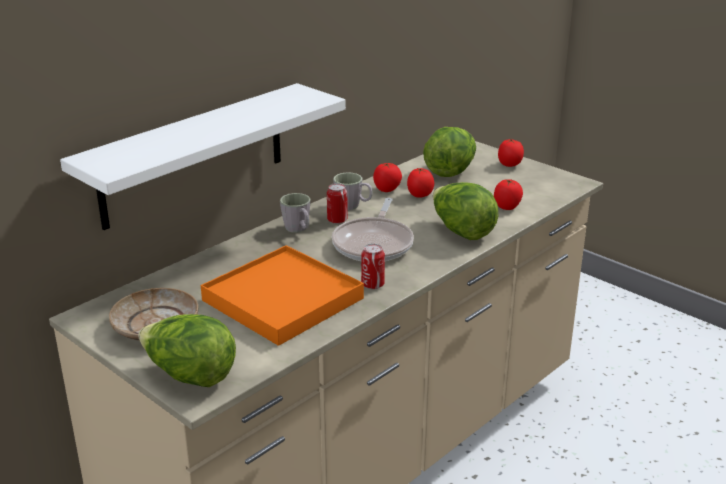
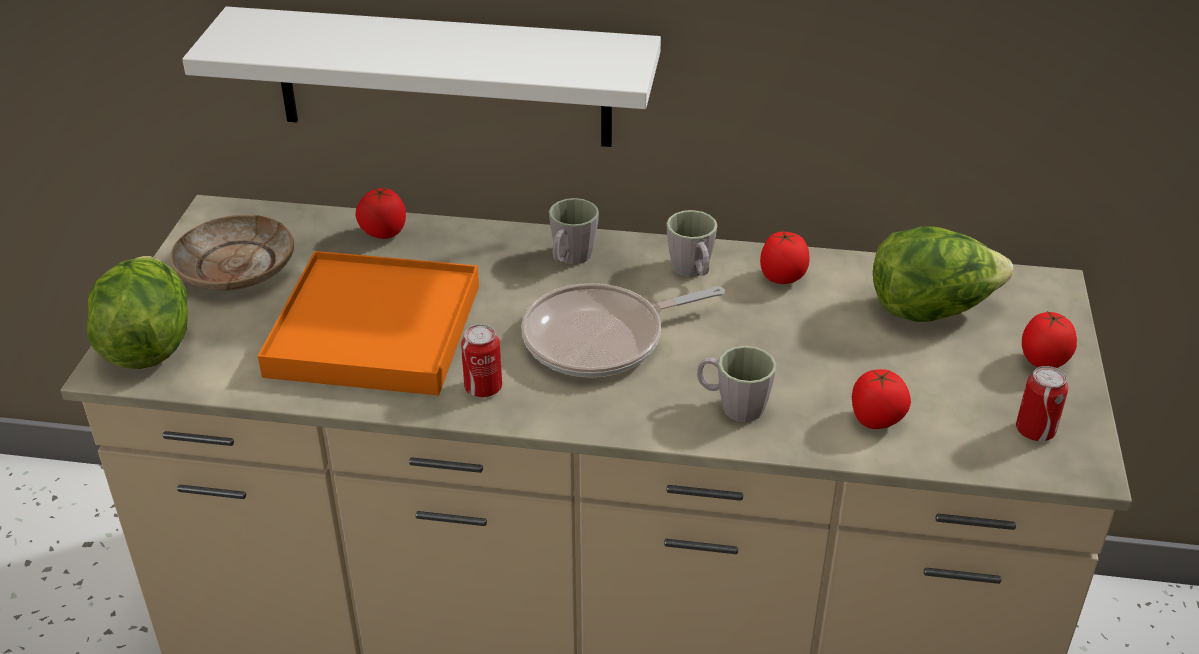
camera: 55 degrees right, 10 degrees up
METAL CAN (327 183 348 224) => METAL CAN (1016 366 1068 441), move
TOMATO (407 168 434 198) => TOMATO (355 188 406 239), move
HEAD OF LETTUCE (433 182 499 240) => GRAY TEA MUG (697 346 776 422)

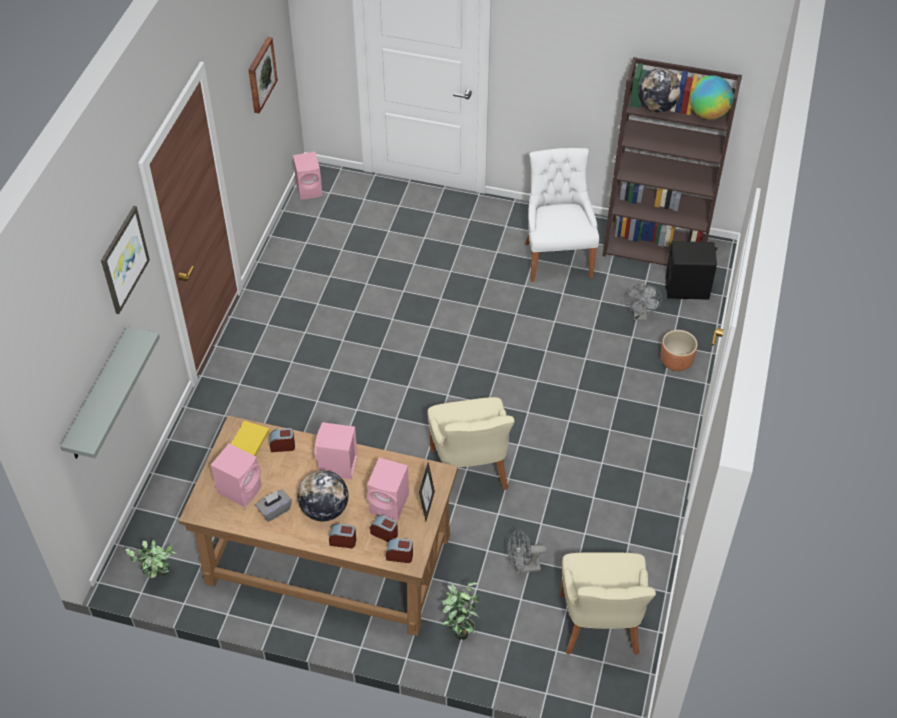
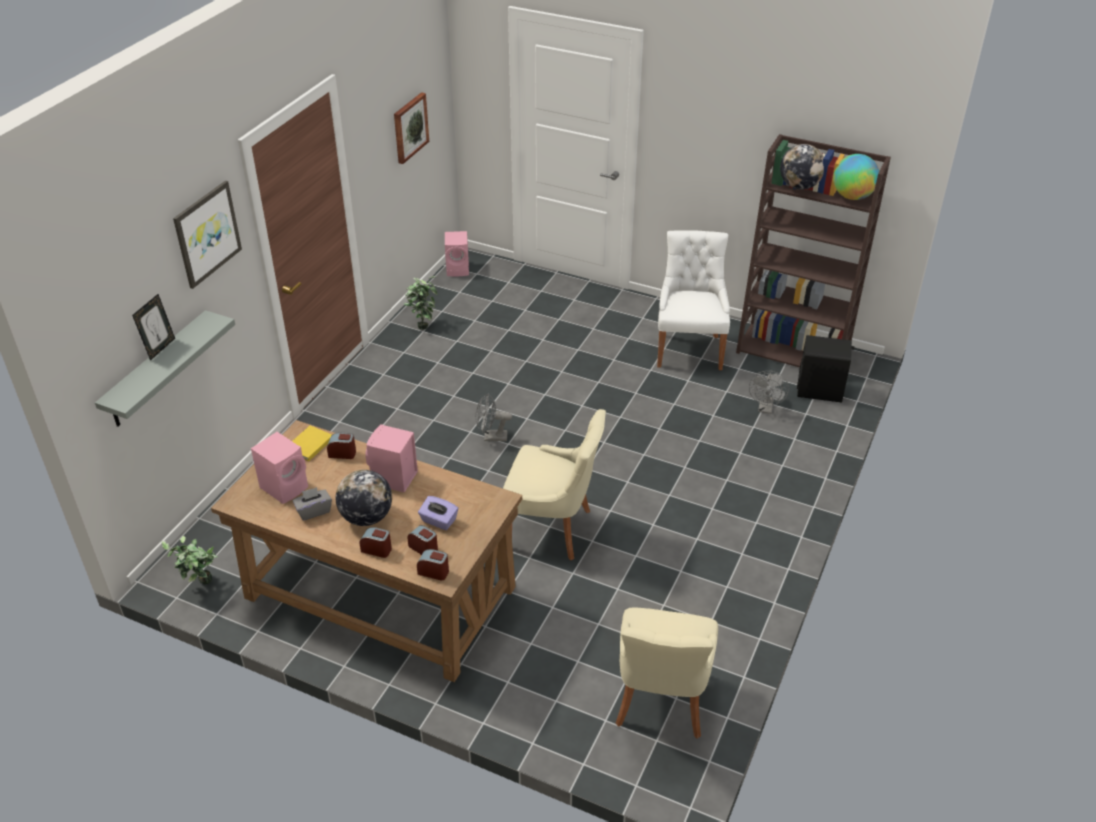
camera: 10 degrees right, 10 degrees down
BROWNISH FLOWER POT (661 330 697 371) => nothing
STANDING FRAME (419 463 435 520) => STANDING FRAME (132 294 175 361), move
PLANT IN A POT (442 582 480 640) => PLANT IN A POT (404 276 438 329), move
GRAY COOLING FAN (508 529 547 574) => GRAY COOLING FAN (475 393 512 441), move
PINK-COLOURED SPEAKER (367 458 409 520) => PURPLISH TISSUE HOLDER (418 496 458 530)
SAND-COLOURED PLAIN CHAIR (428 397 515 490) => SAND-COLOURED PLAIN CHAIR (503 409 606 560), 75 degrees counterclockwise

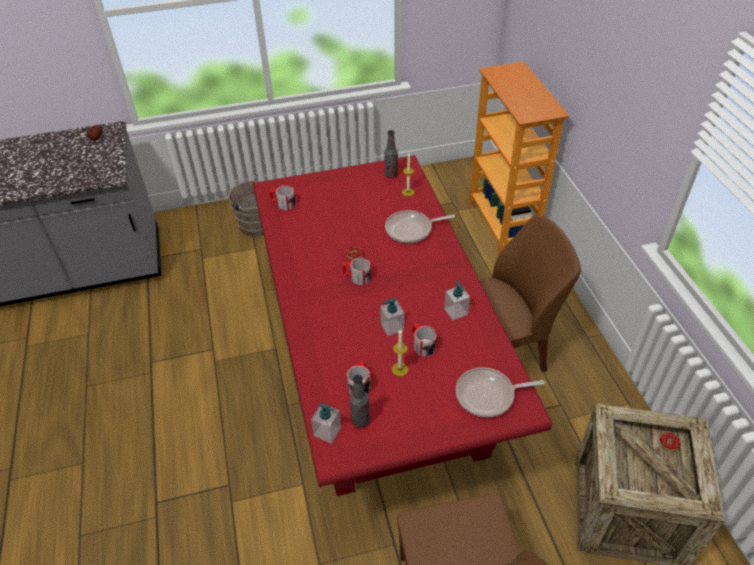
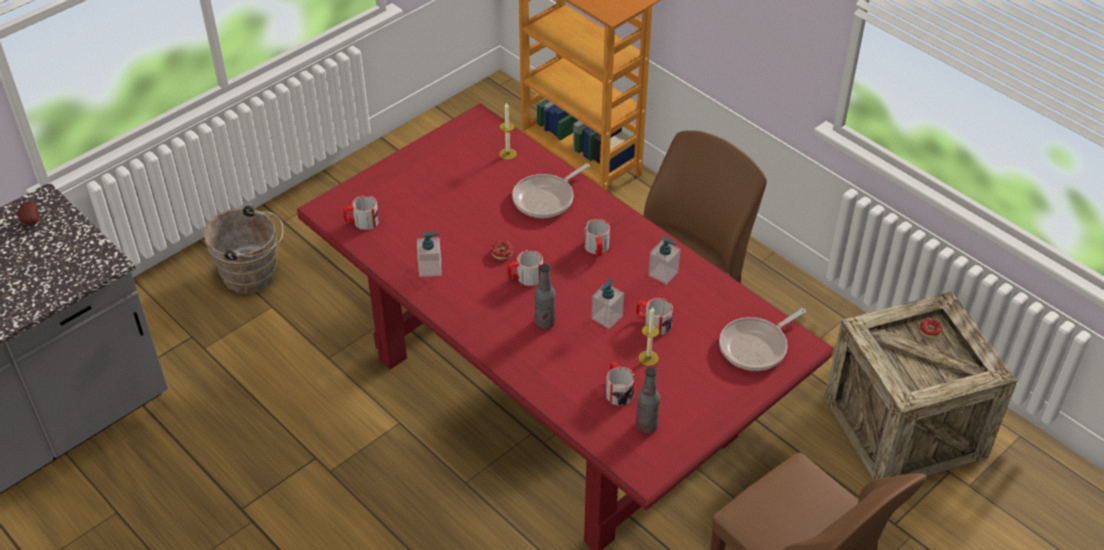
camera: 30 degrees left, 0 degrees up
nothing => TEA MUG (584 219 610 256)
LIQUID SOAP BOTTLE (311 403 341 444) => LIQUID SOAP BOTTLE (417 232 441 277), move
DRINK BOTTLE (385 130 398 178) => DRINK BOTTLE (535 264 556 329), move

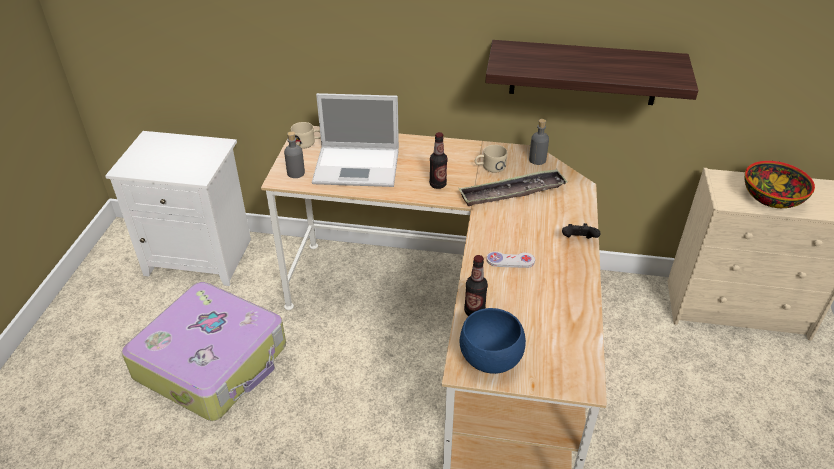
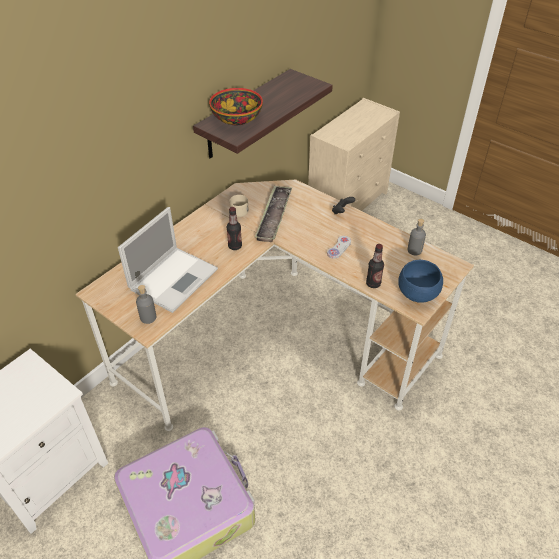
camera: 60 degrees left, 5 degrees up
SAND-COLOURED TEA MUG (291 122 321 149) => nothing
GRAY DRINK BOTTLE (529 119 549 165) => GRAY DRINK BOTTLE (407 219 426 255), move
BOWL (745 161 815 208) => BOWL (209 88 263 125), move

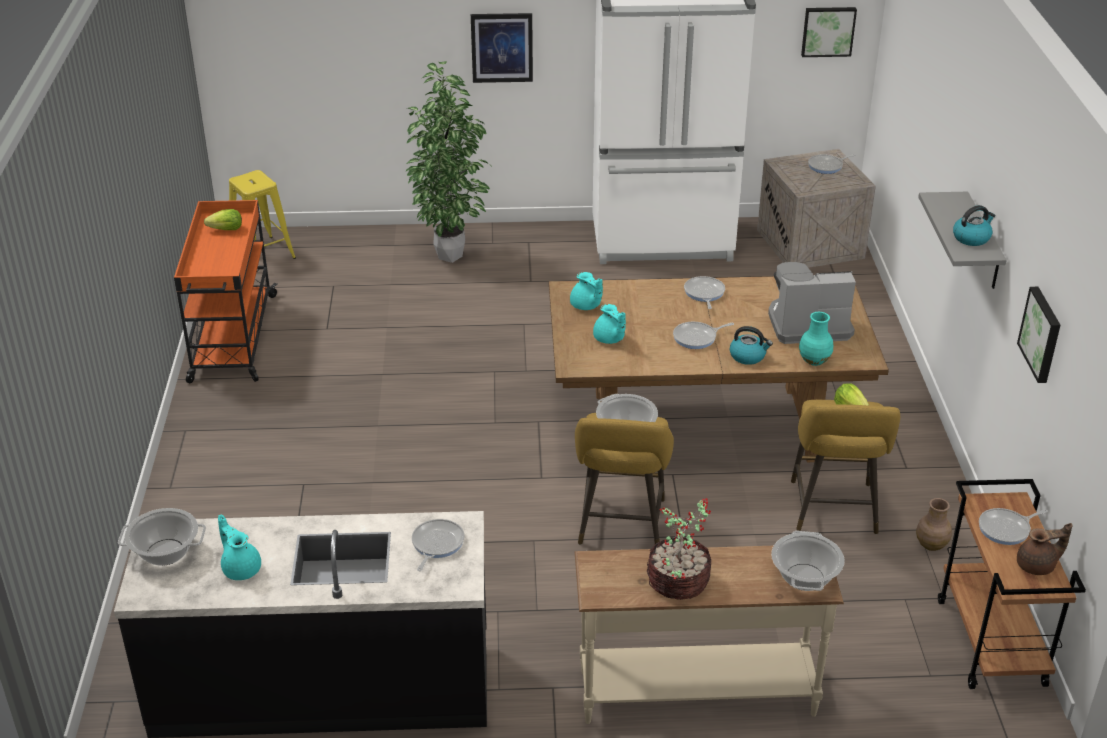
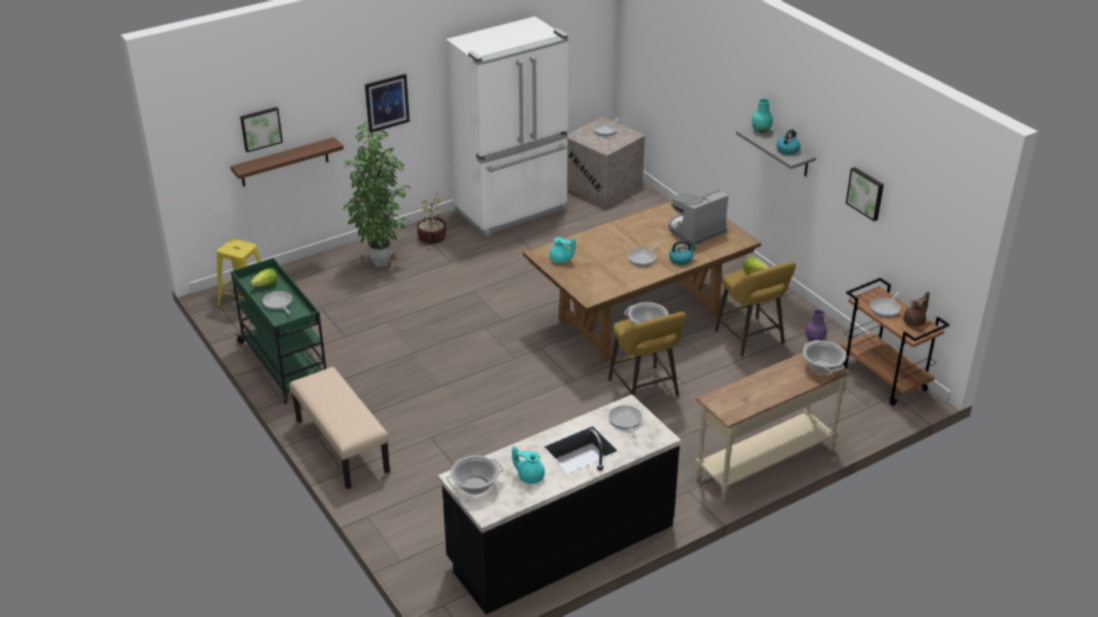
camera: 30 degrees left, 0 degrees up
BLUE-GREEN TEA POT (593 304 626 344) => nothing
nothing => BROWNISH BRACKET SHELF (230 137 344 187)
nothing => SAND-COLOURED BENCH (289 367 390 489)
PLANT IN A POT (647 498 711 600) => PLANT IN A POT (417 193 446 244), move
FRYING PAN (684 276 725 309) => FRYING PAN (262 291 292 314), move
BLUE-GREEN FLOWER VASE (799 312 833 366) => BLUE-GREEN FLOWER VASE (752 98 773 133), move
WALL PICTURE (801 7 857 57) => WALL PICTURE (240 107 283 153), move
ORANGE TROLLEY (174 200 278 383) => GREEN TROLLEY (231 258 326 404)
BROWNISH FLOWER VASE (916 498 952 551) => PURPLISH FLOWER VASE (805 309 827 341)

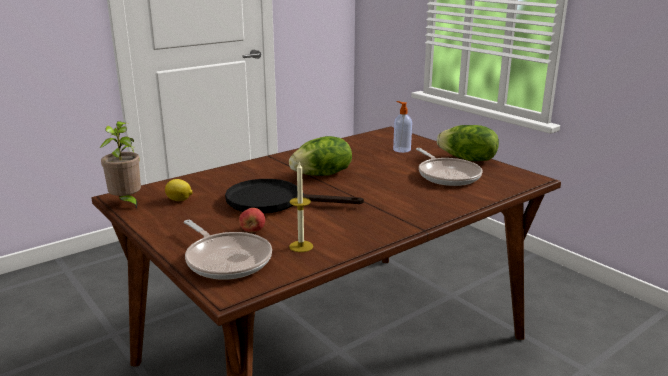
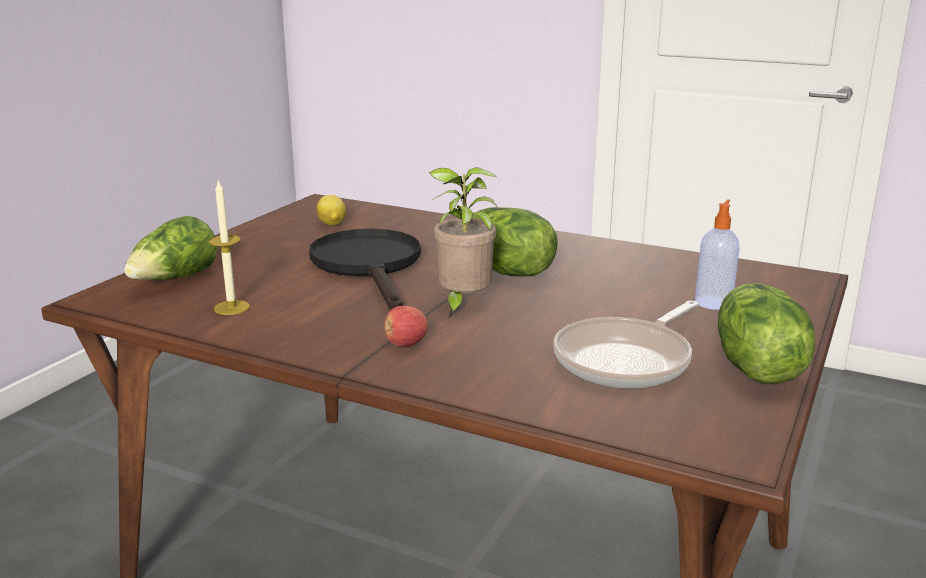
camera: 65 degrees right, 0 degrees up
PLANT IN A POT (100 121 141 209) => PLANT IN A POT (429 167 498 317), move
WHOLE APPLE (239 208 265 233) => WHOLE APPLE (384 306 428 347), move
FRYING PAN (184 220 272 280) => HEAD OF LETTUCE (124 215 217 280)

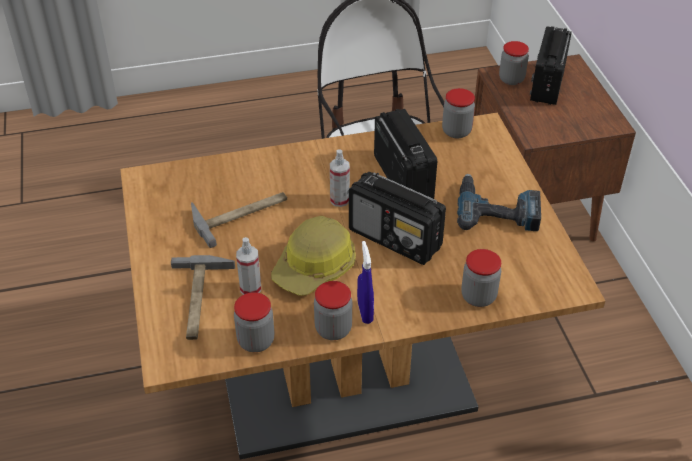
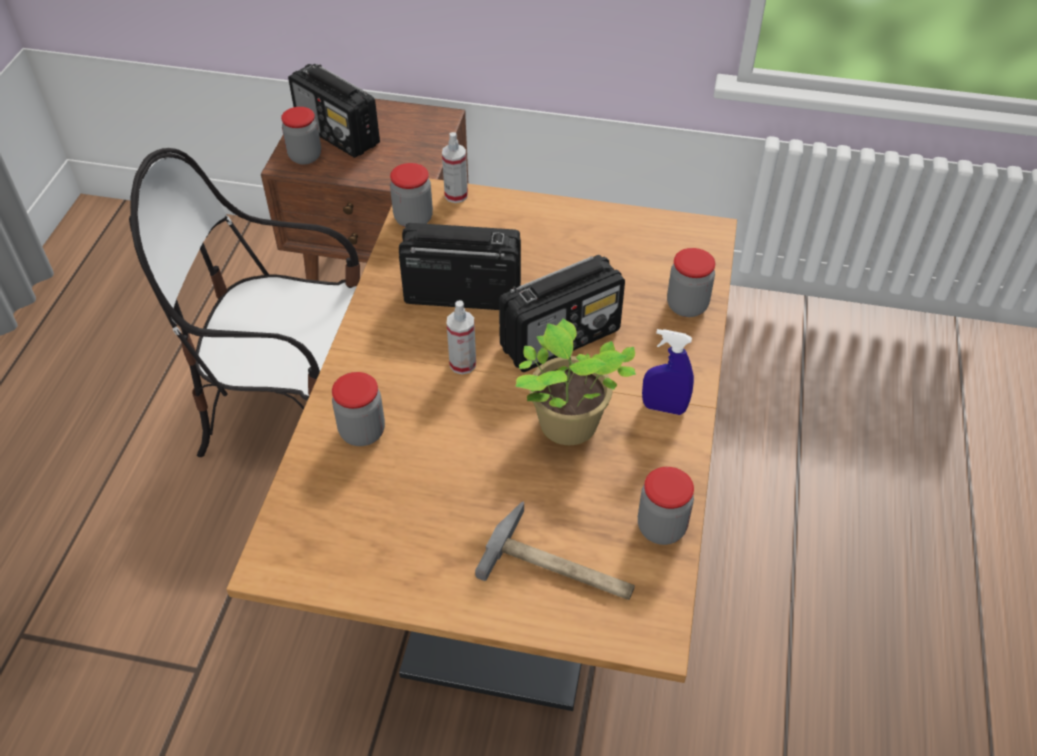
camera: 65 degrees left, 5 degrees up
HAND HAMMER (191 192 287 248) => nothing
ELECTRIC DRILL (457 174 541 231) => nothing
HAND SPRAYER (236 237 261 295) => HAND SPRAYER (442 132 468 203), move
PRESERVE JAR (314 281 352 340) => PRESERVE JAR (332 372 385 446), move
SAFETY HELMET (271 216 356 296) => PLANT IN A POT (516 318 636 445)

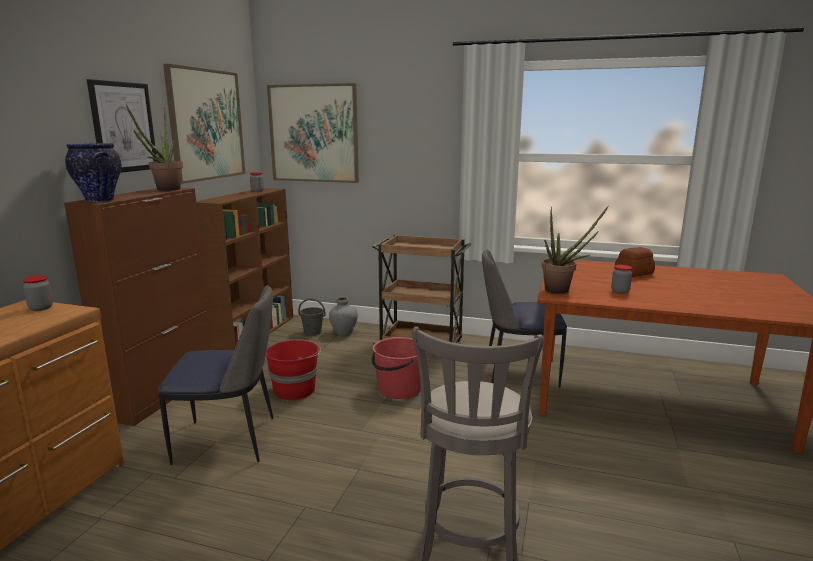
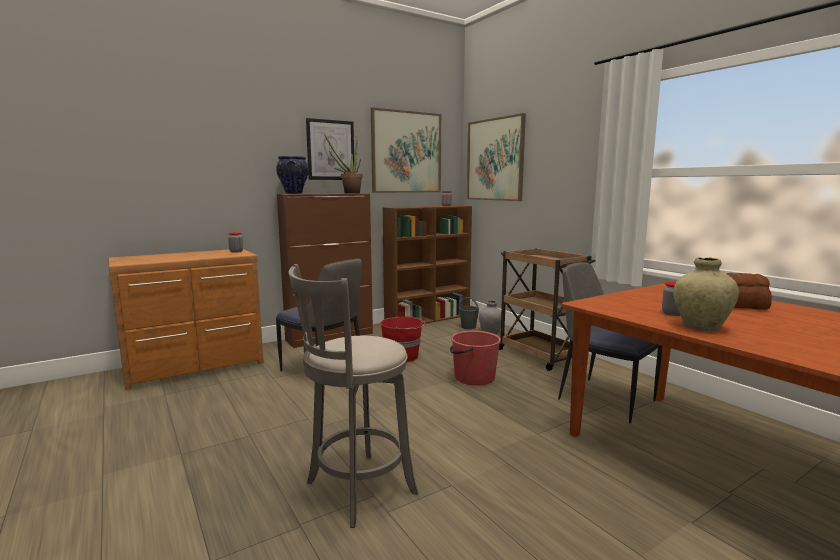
camera: 40 degrees right, 5 degrees down
PLANT IN A POT (541 206 608 294) => nothing
nothing => SAND-COLOURED FLOWER VASE (673 257 739 331)

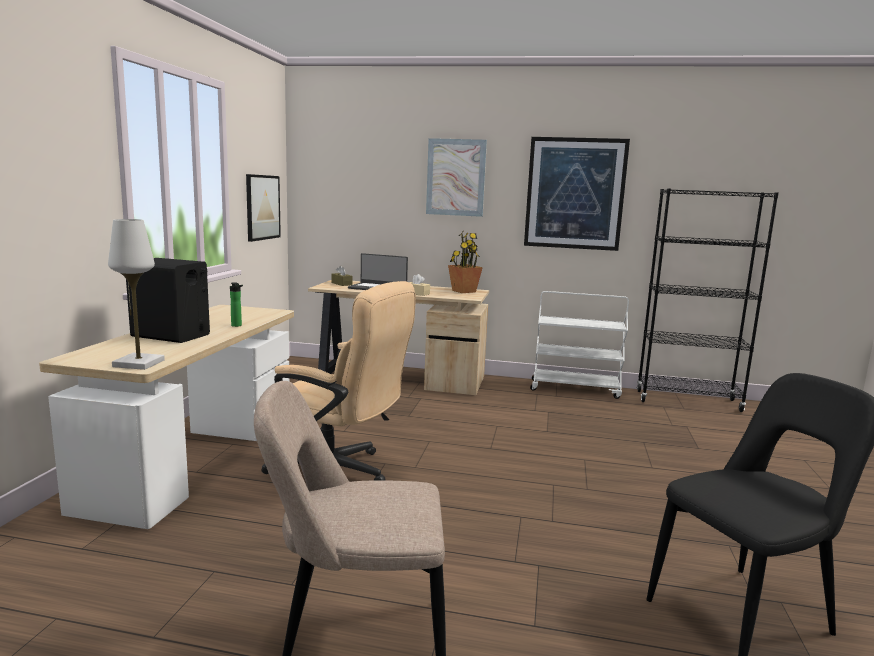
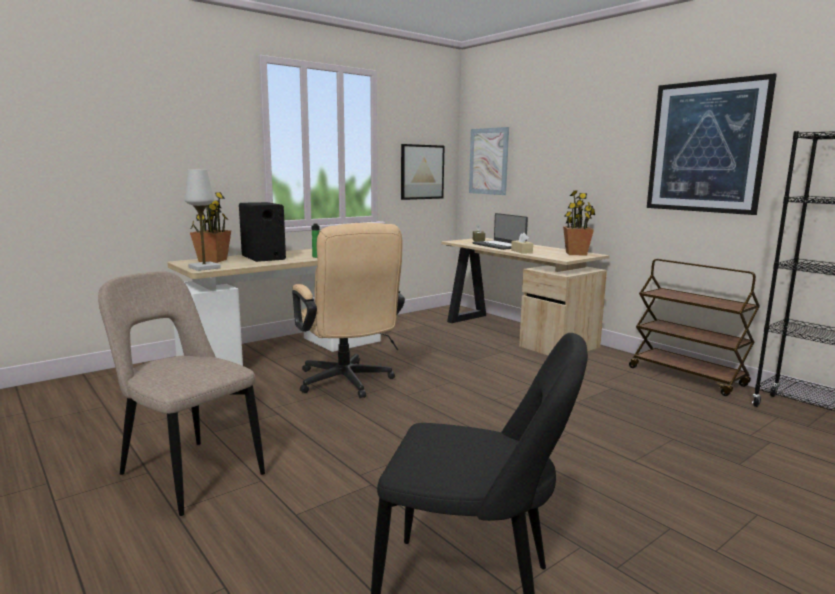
camera: 40 degrees right, 0 degrees up
nothing => PLANT IN A POT (190 192 231 263)
WALL PICTURE (426 138 487 217) => WALL PICTURE (469 127 509 195), move
WHITE-COLOURED TROLLEY (530 291 629 399) => BROWNISH TROLLEY (629 259 760 396)

